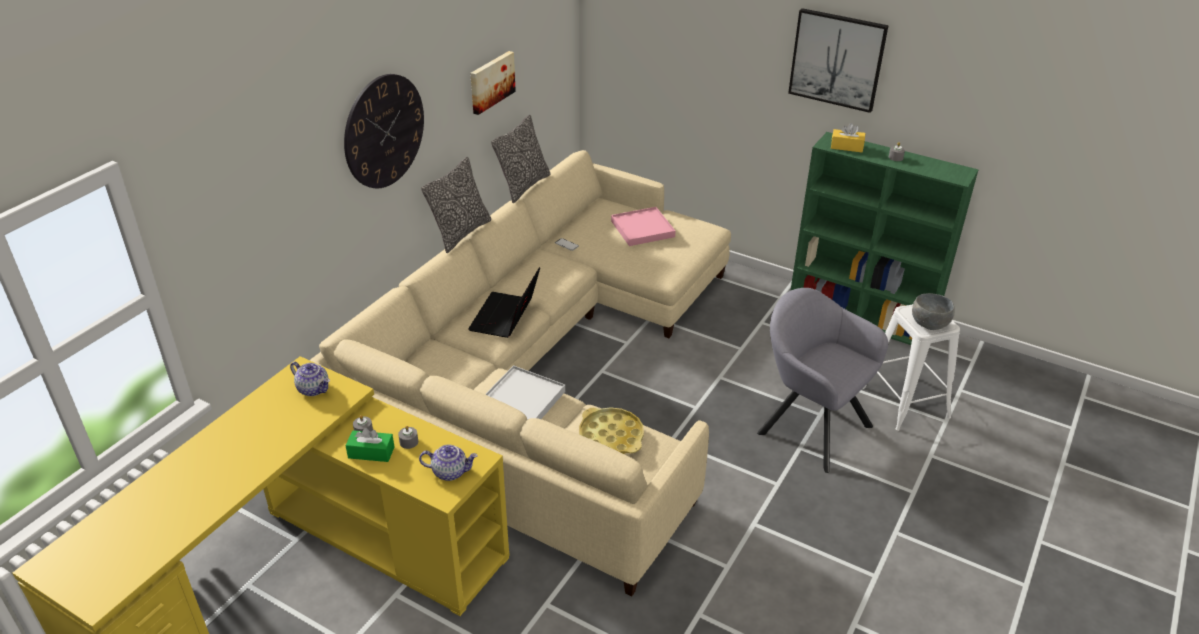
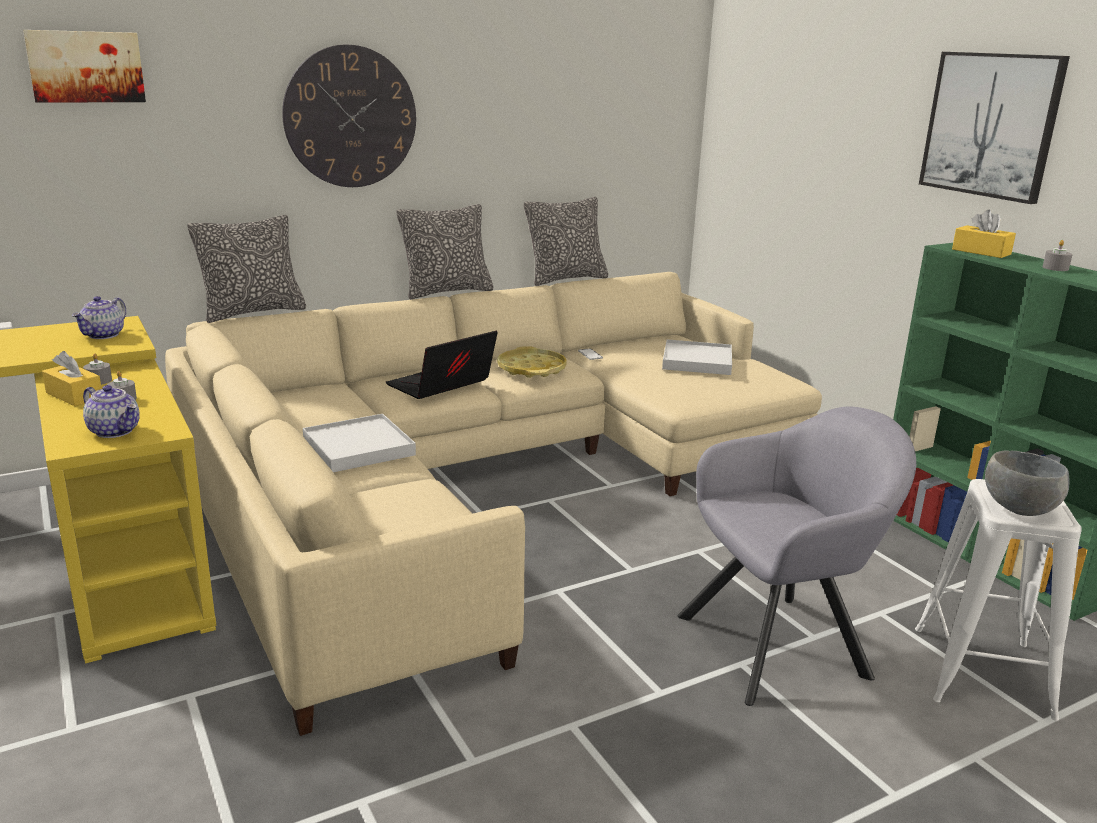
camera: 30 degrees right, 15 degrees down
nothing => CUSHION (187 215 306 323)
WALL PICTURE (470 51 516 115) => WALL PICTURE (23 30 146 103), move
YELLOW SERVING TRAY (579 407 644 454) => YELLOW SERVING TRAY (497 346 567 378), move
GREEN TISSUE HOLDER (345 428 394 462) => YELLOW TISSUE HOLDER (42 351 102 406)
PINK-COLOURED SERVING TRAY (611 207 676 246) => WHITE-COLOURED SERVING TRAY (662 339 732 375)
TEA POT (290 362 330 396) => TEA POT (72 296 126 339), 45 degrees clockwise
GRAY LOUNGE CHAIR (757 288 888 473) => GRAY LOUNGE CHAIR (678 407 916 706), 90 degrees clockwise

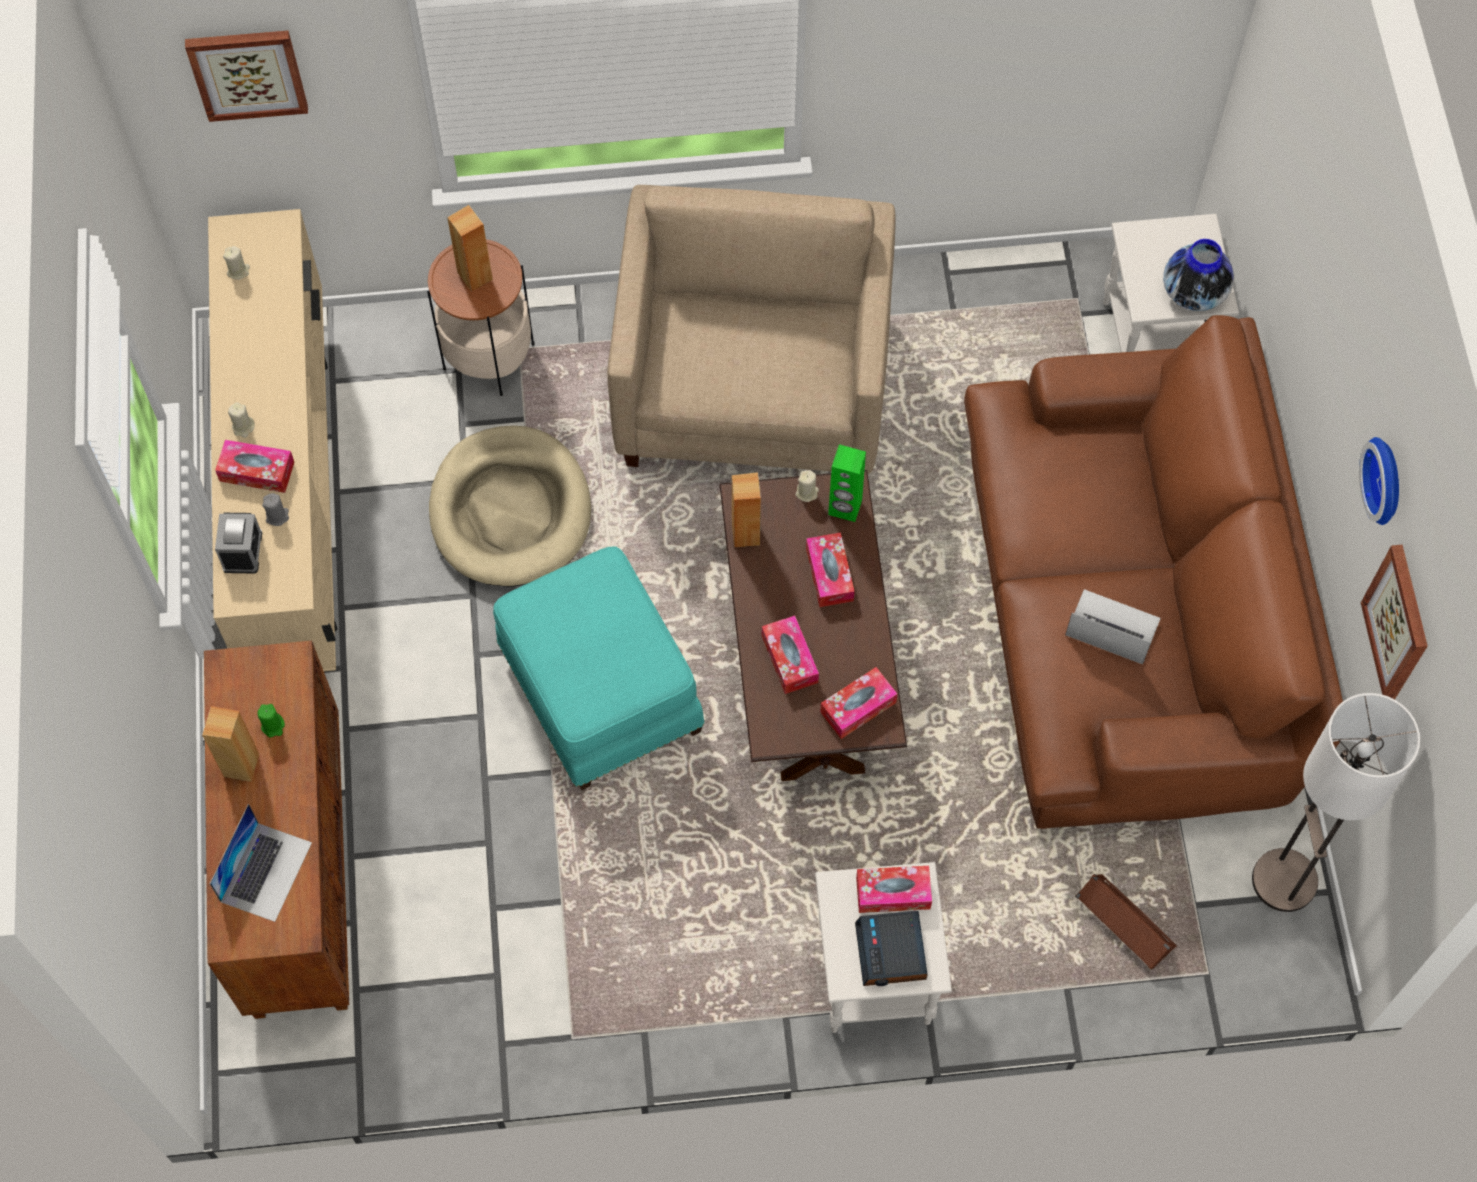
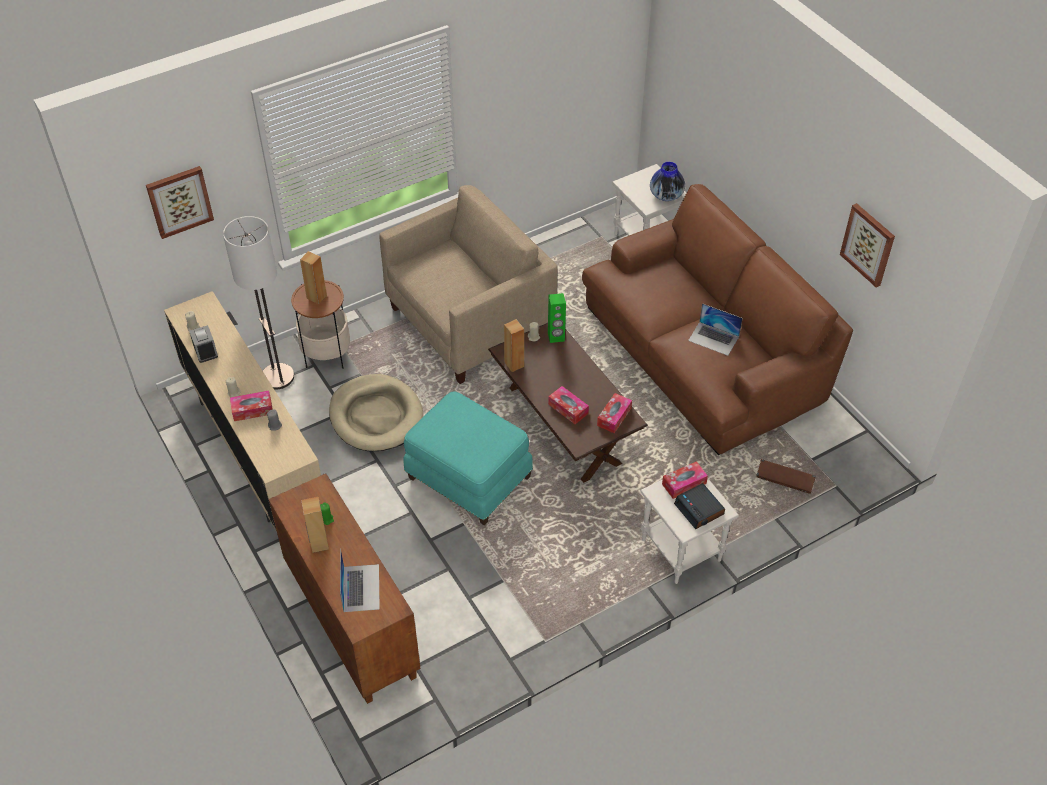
camera: 25 degrees left, 15 degrees down
TISSUE HOLDER (806 532 855 607) => nothing
HANGING CLOCK (1359 437 1399 525) => nothing
ALARM CLOCK (215 513 262 574) => ALARM CLOCK (189 325 218 363), move
FLOOR LAMP (1252 693 1421 912) => FLOOR LAMP (223 216 294 390), move
SAND-COLOURED LOUNGE CHAIR (607 185 896 474) => SAND-COLOURED LOUNGE CHAIR (379 185 558 384), 75 degrees clockwise
PORTABLE COMPUTER (1066 589 1161 664) => PORTABLE COMPUTER (688 303 743 356), 150 degrees counterclockwise

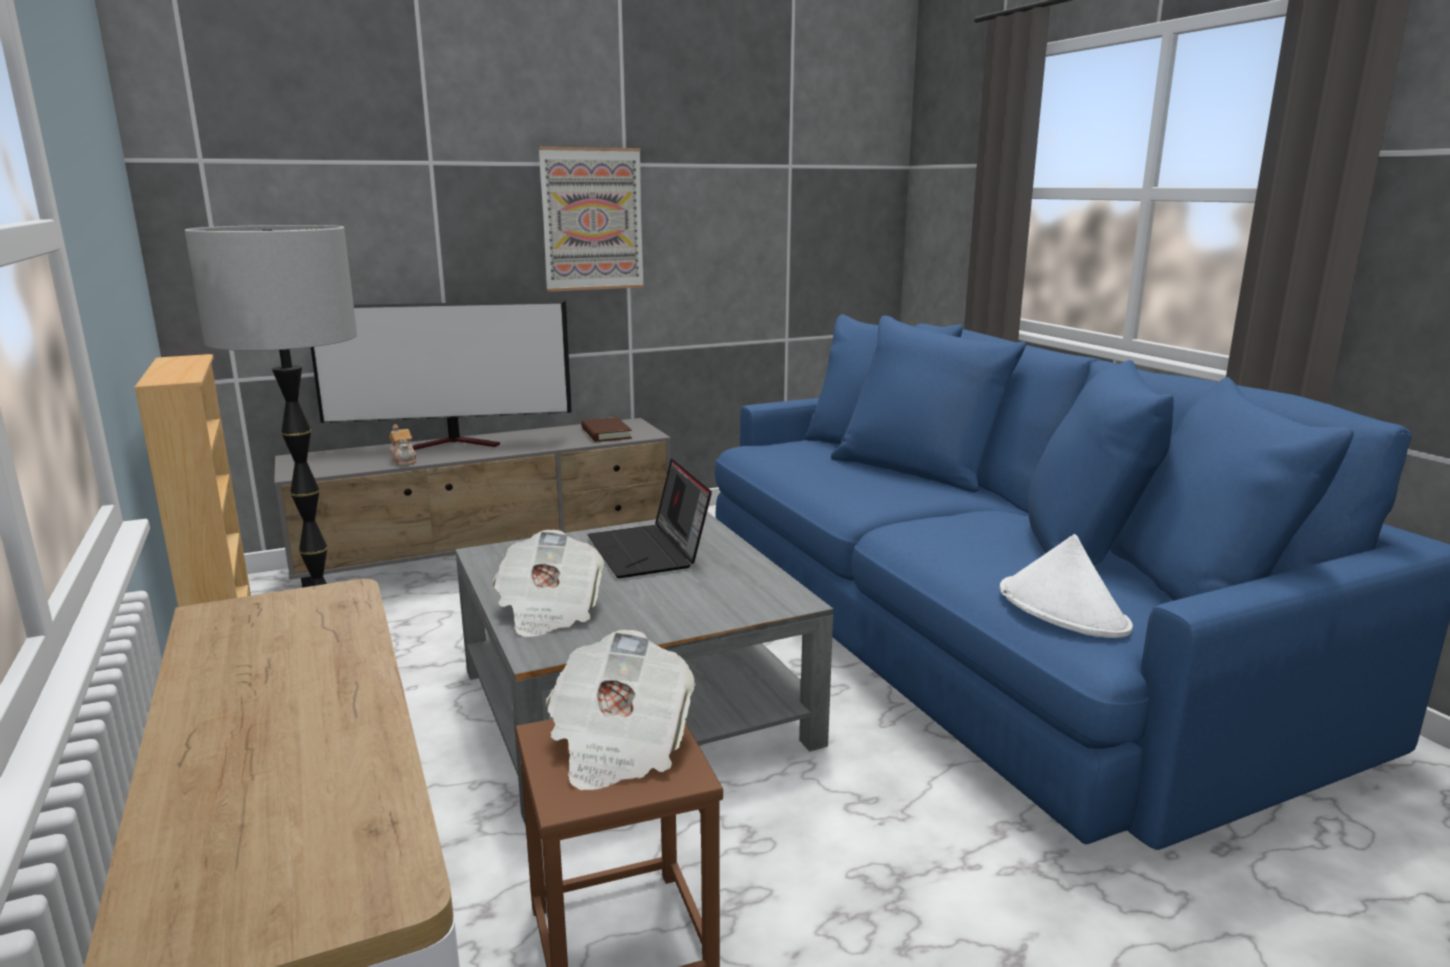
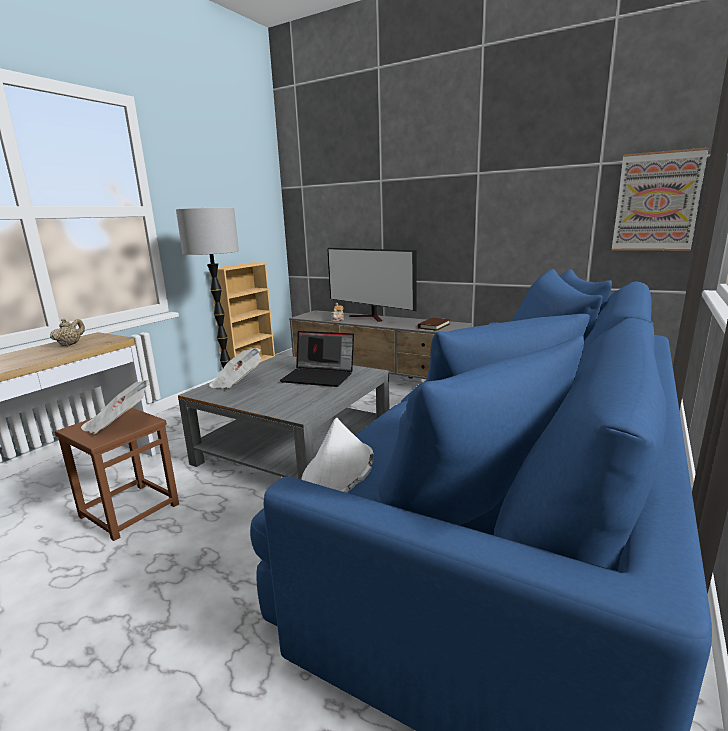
camera: 55 degrees right, 0 degrees up
nothing => SAND-COLOURED TEA POT (50 318 85 346)
WALL PICTURE (538 147 644 292) => WALL PICTURE (612 147 709 251), move
PORTABLE COMPUTER (587 458 712 578) => PORTABLE COMPUTER (280 331 354 387), 105 degrees counterclockwise

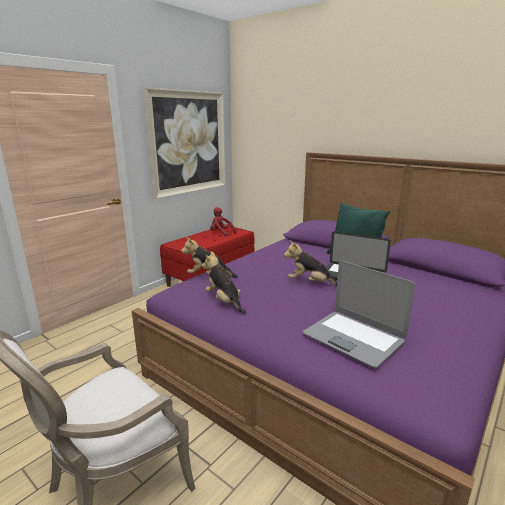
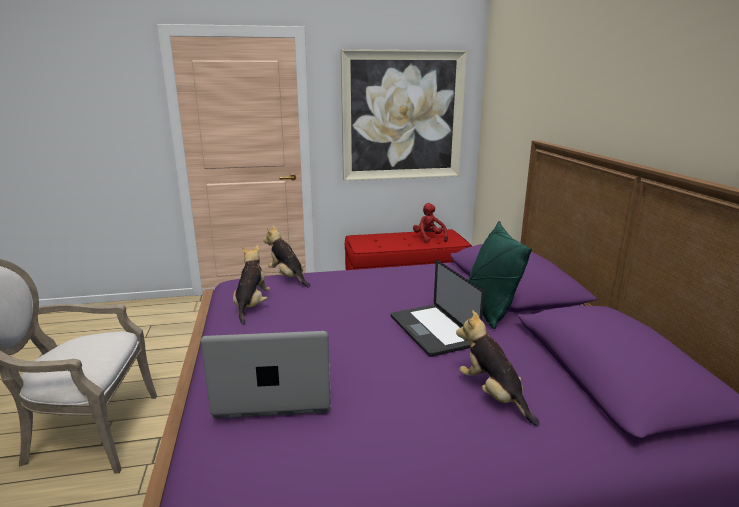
camera: 40 degrees right, 0 degrees up
CUDDLY TOY (284 240 337 286) => CUDDLY TOY (456 310 539 426), move
PORTABLE COMPUTER (303 261 415 368) => PORTABLE COMPUTER (201 331 331 419), 90 degrees clockwise

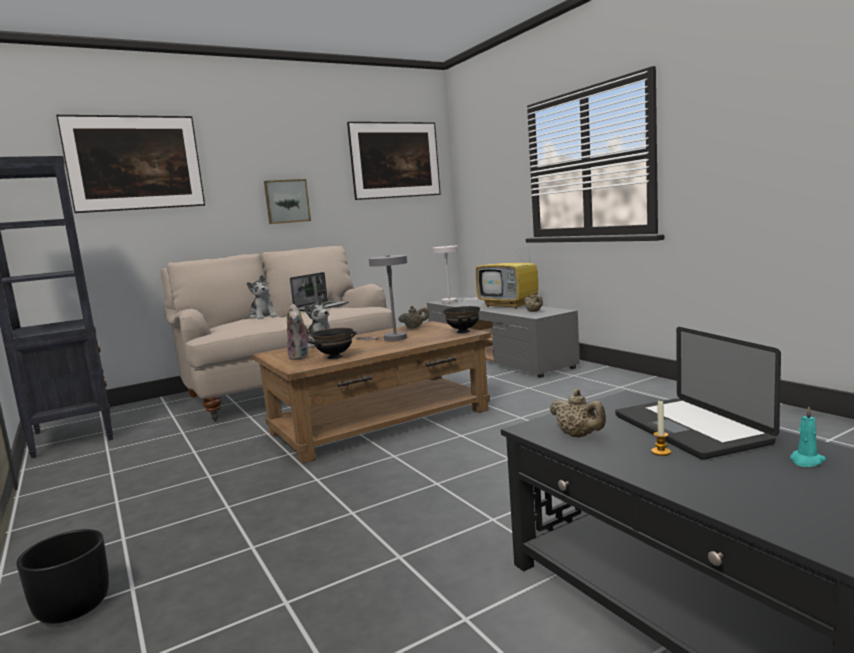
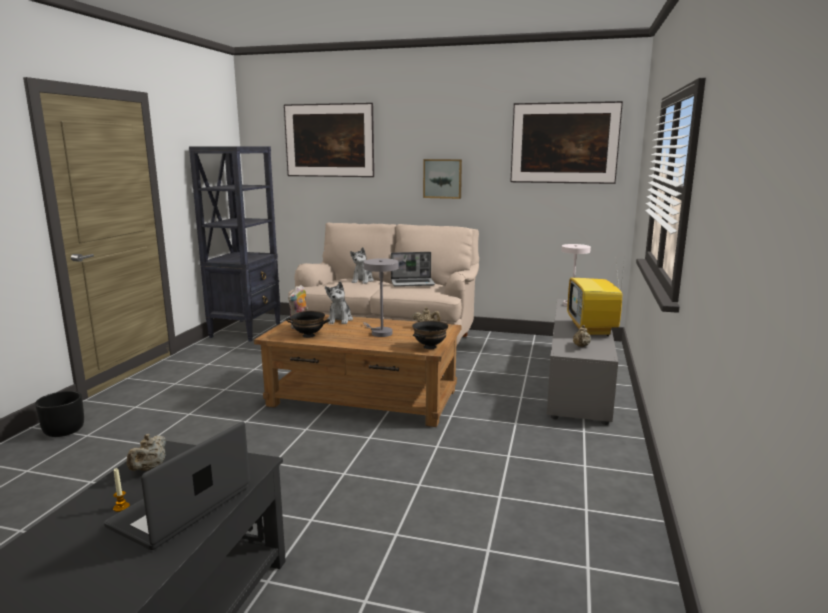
camera: 45 degrees right, 5 degrees up
BLUE-GREEN WAX LIGHT (790 406 826 467) => nothing

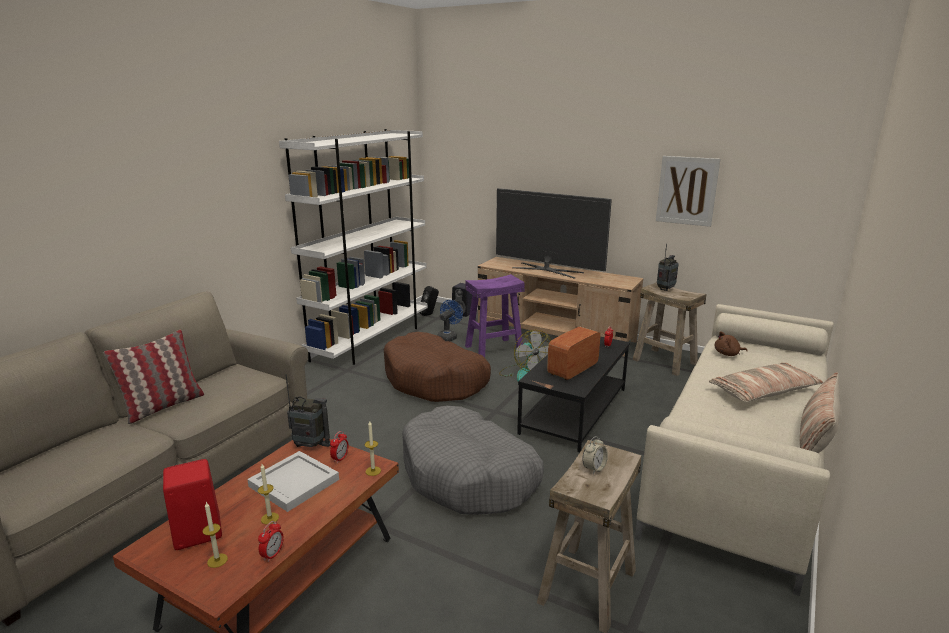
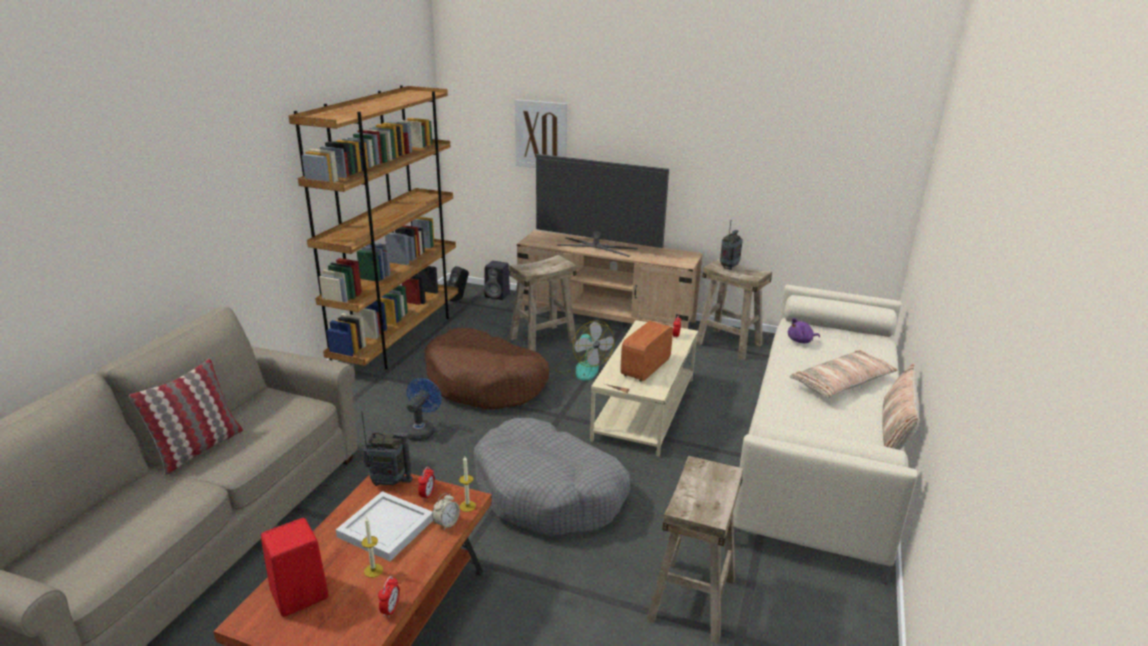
camera: 10 degrees left, 5 degrees up
WAX LIGHT (203 502 228 568) => nothing
BLUE-COLOURED COOLING FAN (437 300 463 341) => BLUE-COLOURED COOLING FAN (405 378 442 441), move
ALARM CLOCK (582 436 608 474) => ALARM CLOCK (432 493 460 530), move
WALL PICTURE (656 156 720 227) => WALL PICTURE (515 99 567 168), move
WHITE-COLOURED SHELVING UNIT (279 129 428 365) => BROWNISH SHELVING UNIT (289 85 458 370)
PURPLISH STOOL SEAT (465 274 525 358) => SAND-COLOURED STOOL SEAT (509 255 577 352)
BLACK-COLOURED LOUNGE TABLE (517 337 630 452) => SAND-COLOURED LOUNGE TABLE (590 320 698 456)
BROWNISH CUDDLY TOY (715 331 748 356) => PURPLISH CUDDLY TOY (788 318 820 343)

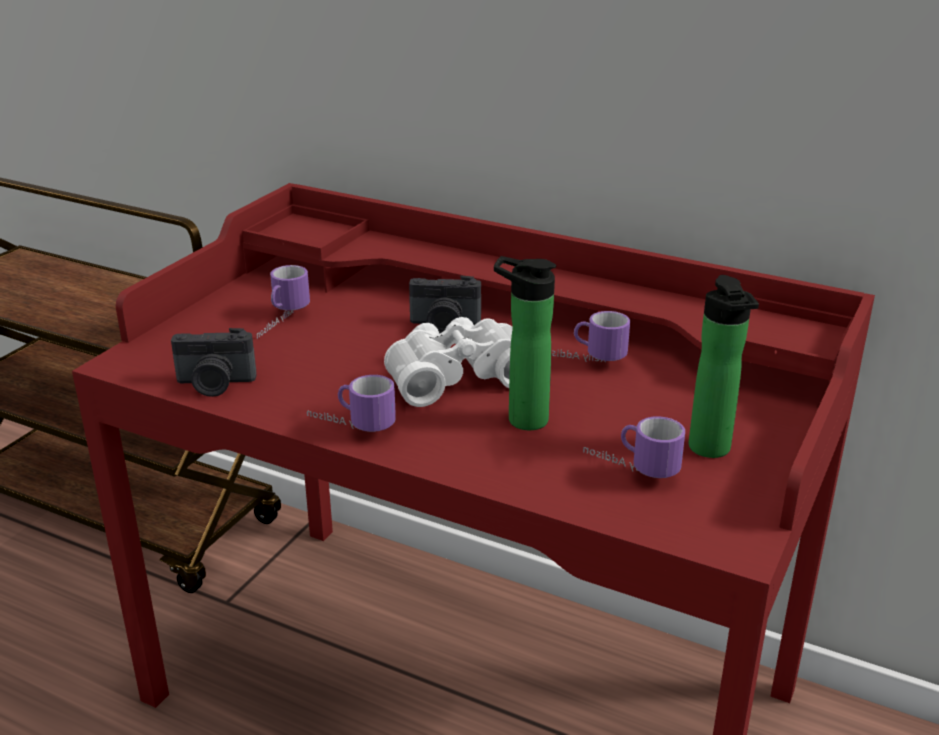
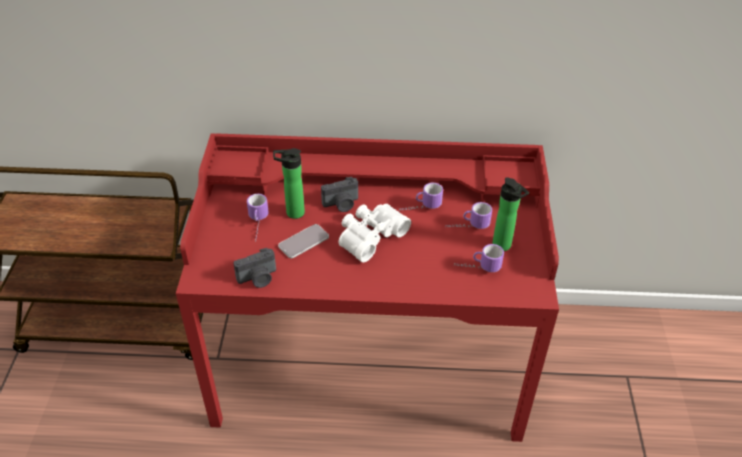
camera: 25 degrees left, 15 degrees up
nothing => PHONE (278 224 329 259)
TEA MUG (307 375 396 432) => TEA MUG (445 202 492 229), move
DRINK BOTTLE (494 256 556 430) => DRINK BOTTLE (273 148 305 219), move

